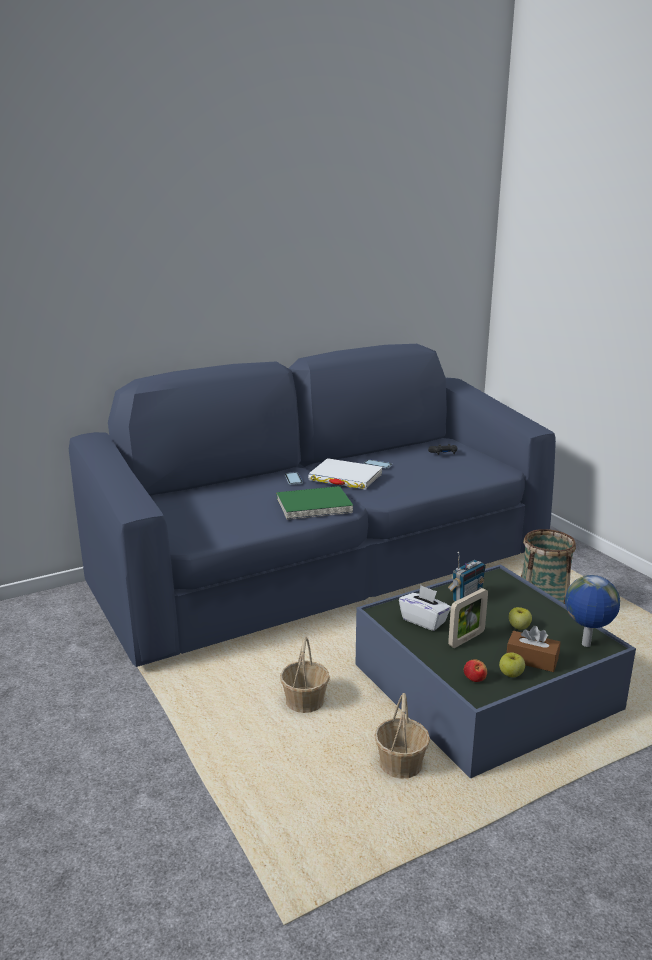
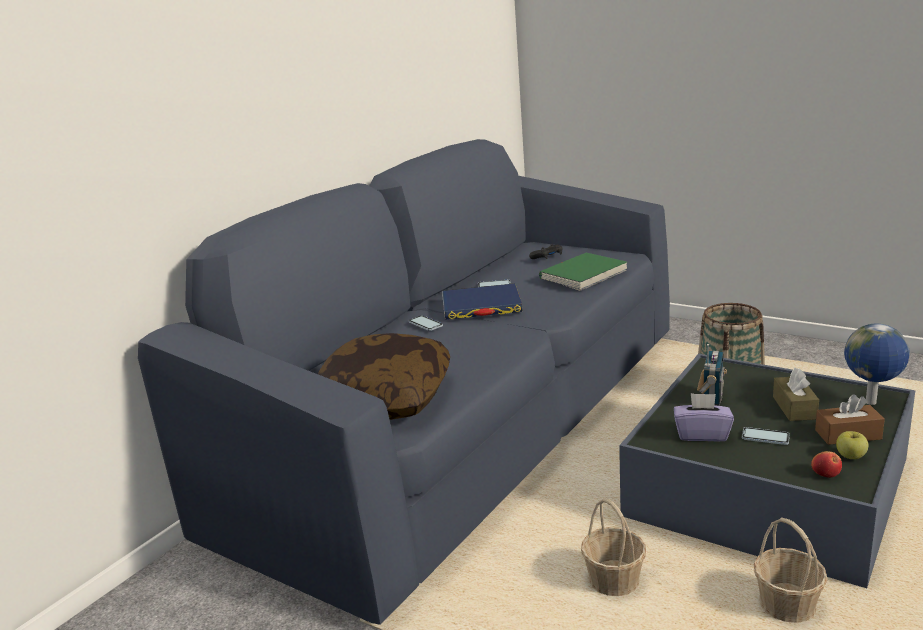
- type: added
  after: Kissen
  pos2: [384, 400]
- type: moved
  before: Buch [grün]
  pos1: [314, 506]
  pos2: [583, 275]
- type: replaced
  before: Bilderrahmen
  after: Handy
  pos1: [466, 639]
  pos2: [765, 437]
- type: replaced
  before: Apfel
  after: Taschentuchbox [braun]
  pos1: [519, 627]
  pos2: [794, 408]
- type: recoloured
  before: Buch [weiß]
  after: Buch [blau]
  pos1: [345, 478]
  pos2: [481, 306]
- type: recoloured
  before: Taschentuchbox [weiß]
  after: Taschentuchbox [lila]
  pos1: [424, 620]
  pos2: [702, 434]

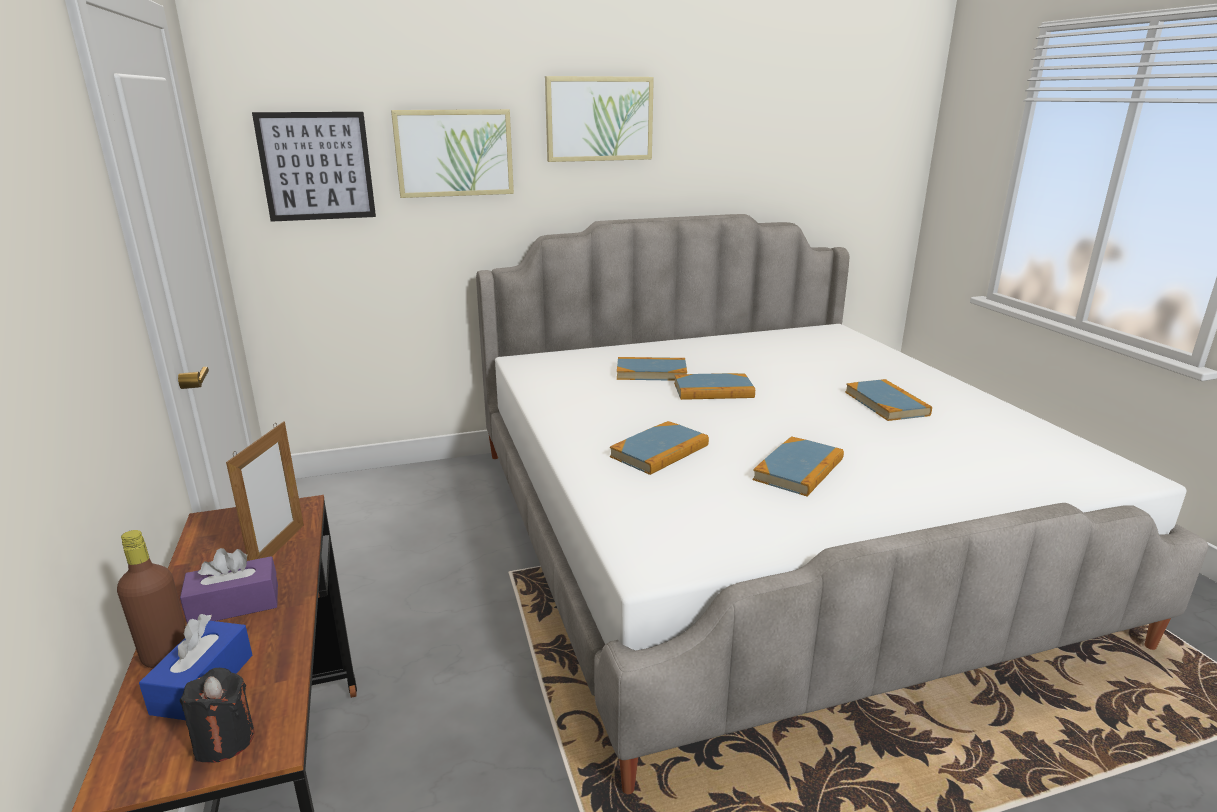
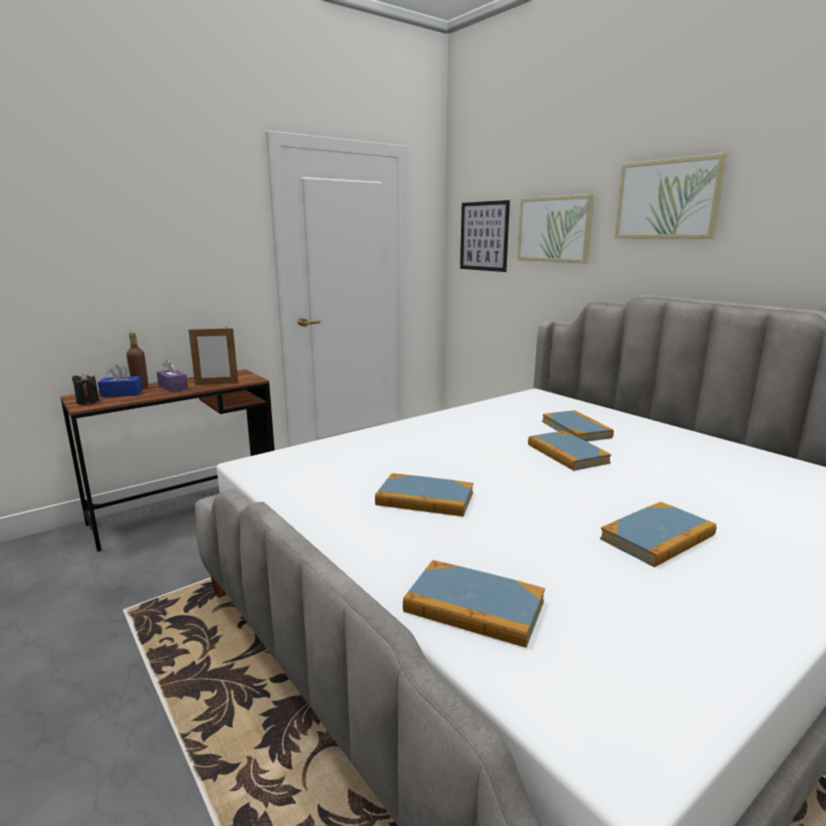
- type: moved
  before: Buch
  pos1: [659, 451]
  pos2: [474, 607]

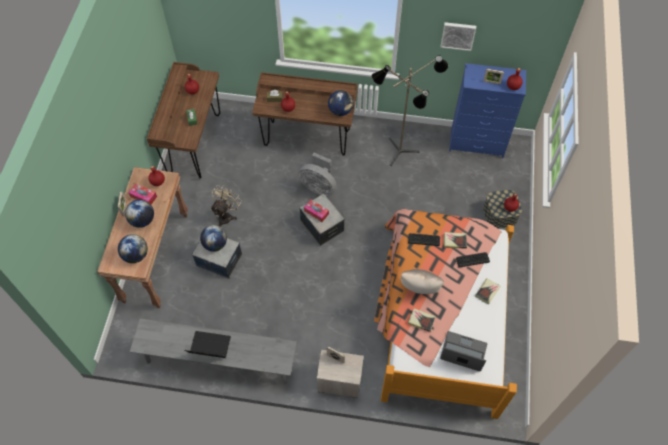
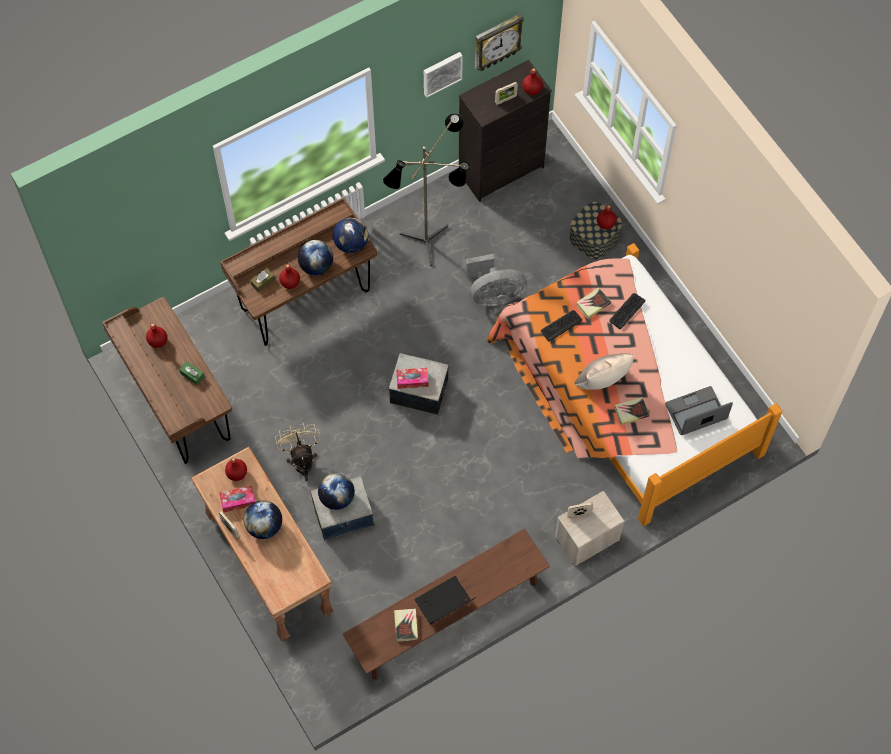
- type: added
  after: Wanduhr
  pos2: [497, 42]
- type: moved
  before: Globus
  pos1: [136, 255]
  pos2: [316, 266]
- type: moved
  before: Ventilator [grau]
  pos1: [318, 186]
  pos2: [494, 295]
- type: moved
  before: Buch
  pos1: [487, 292]
  pos2: [406, 625]
- type: recoloured
  before: Bank [grau]
  after: Bank [braun]
  pos1: [219, 360]
  pos2: [446, 616]
- type: recoloured
  before: Kommode [blau]
  after: Kommode [schwarz]
  pos1: [477, 144]
  pos2: [502, 170]

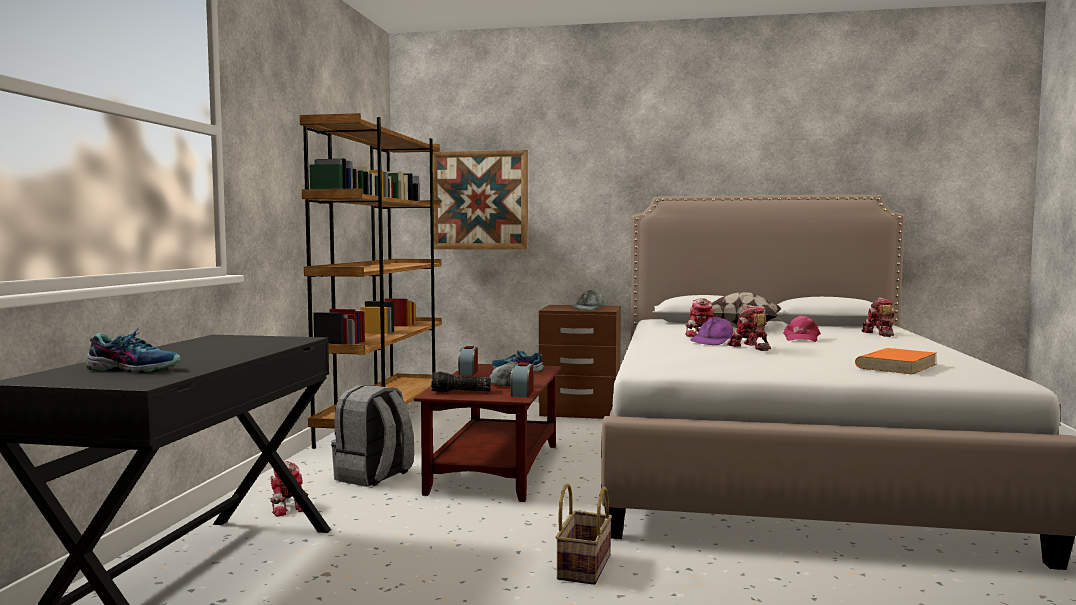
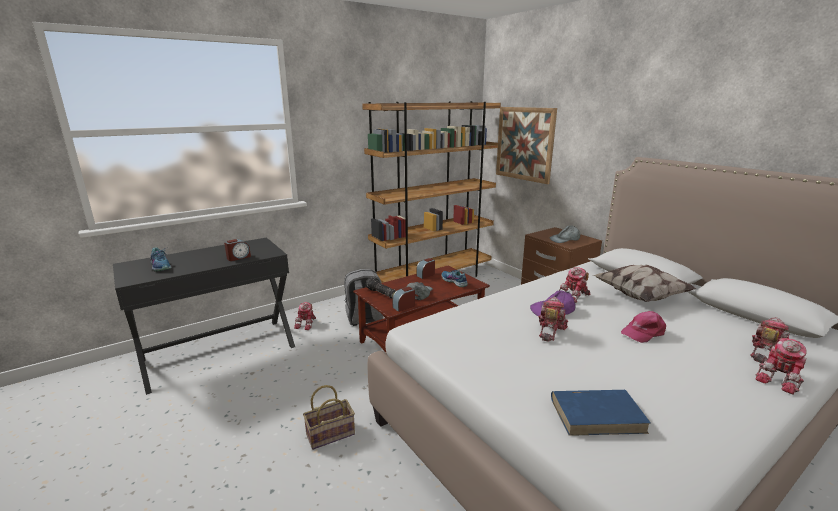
- type: added
  after: Wecker
  pos2: [238, 257]
- type: added
  after: Spielzeugroboter
  pos2: [781, 379]
- type: recoloured
  before: Buch [orange]
  after: Buch [blau]
  pos1: [896, 366]
  pos2: [597, 415]

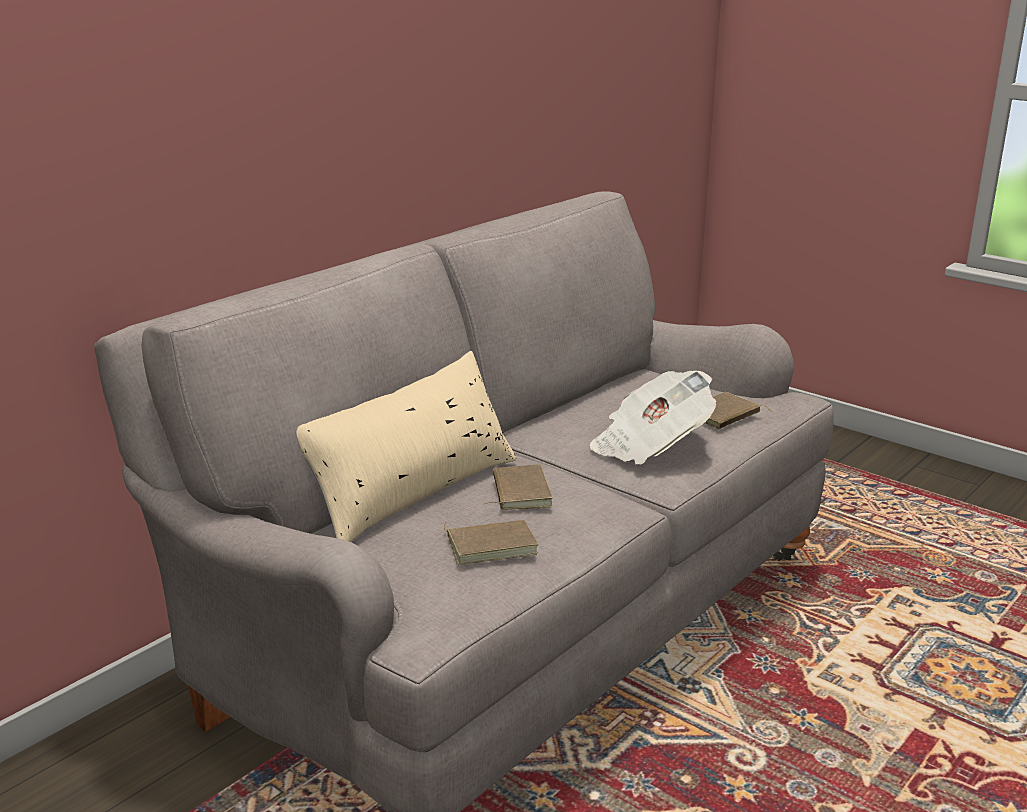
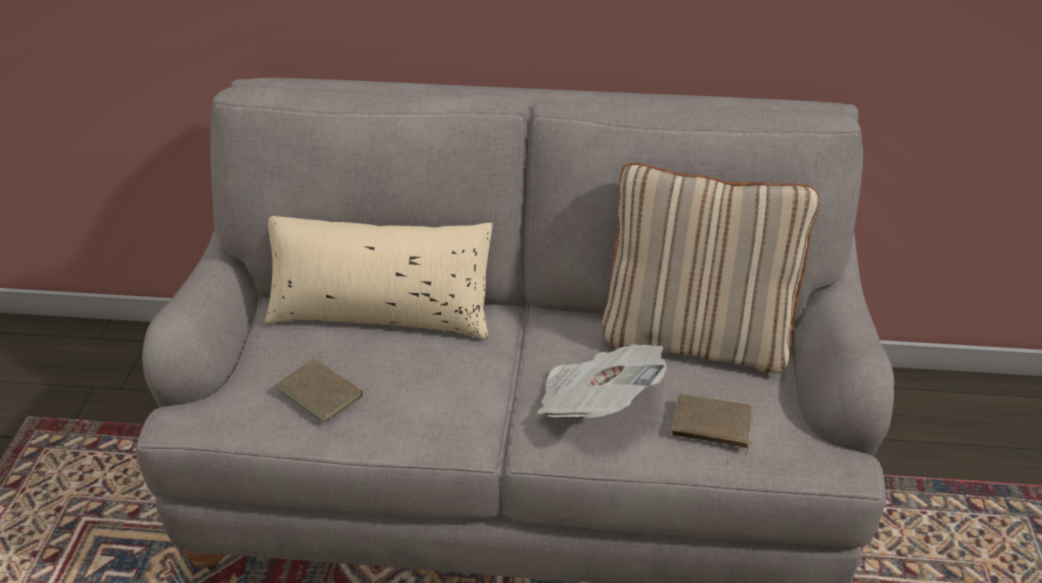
- type: removed
  before: Buch [braun]
  pos1: [518, 492]
- type: added
  after: Kissen [beige]
  pos2: [696, 338]

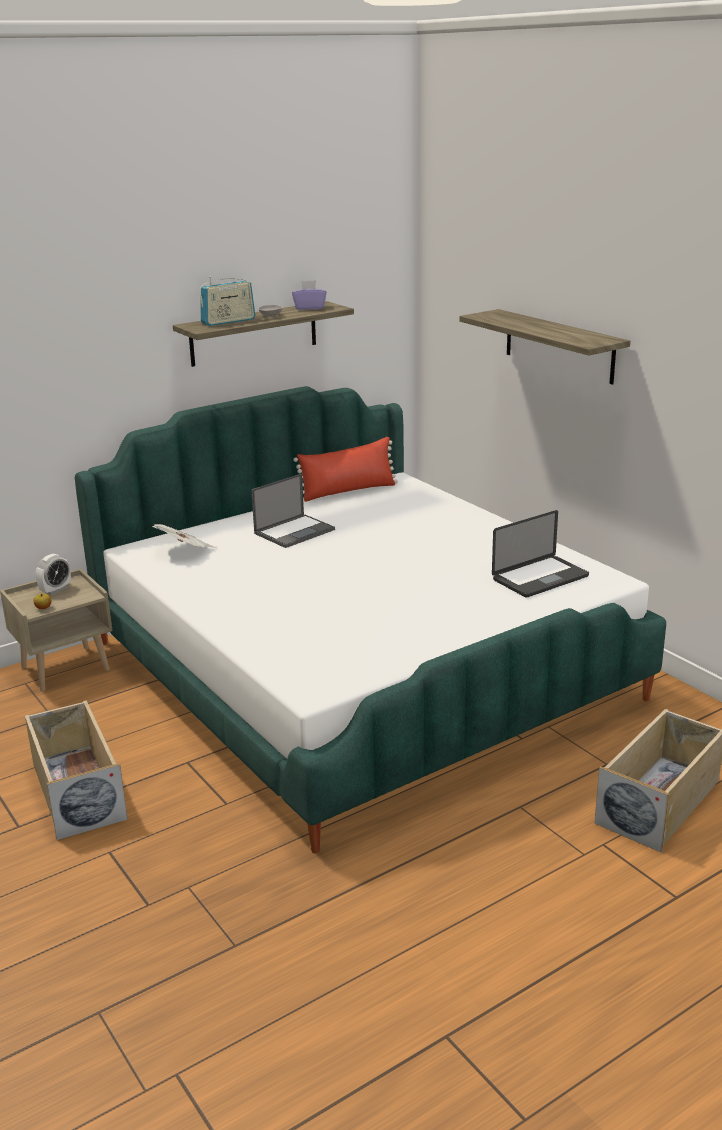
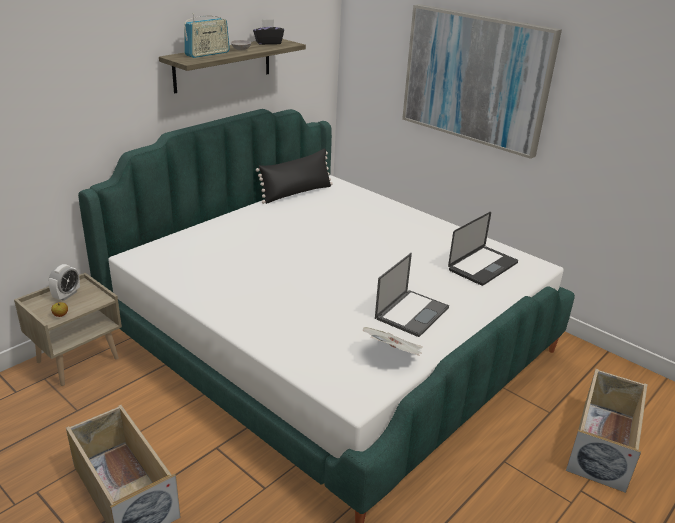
- type: moved
  before: Zeitung
  pos1: [186, 551]
  pos2: [394, 355]
- type: moved
  before: Laptop
  pos1: [295, 531]
  pos2: [412, 312]
- type: replaced
  before: Wandregal
  after: Bild
  pos1: [559, 346]
  pos2: [476, 78]
- type: recoloured
  before: Taschentuchbox [lila]
  after: Taschentuchbox [schwarz]
  pos1: [309, 307]
  pos2: [268, 43]
- type: recoloured
  before: Kissen [rot]
  after: Kissen [schwarz]
  pos1: [348, 491]
  pos2: [296, 193]

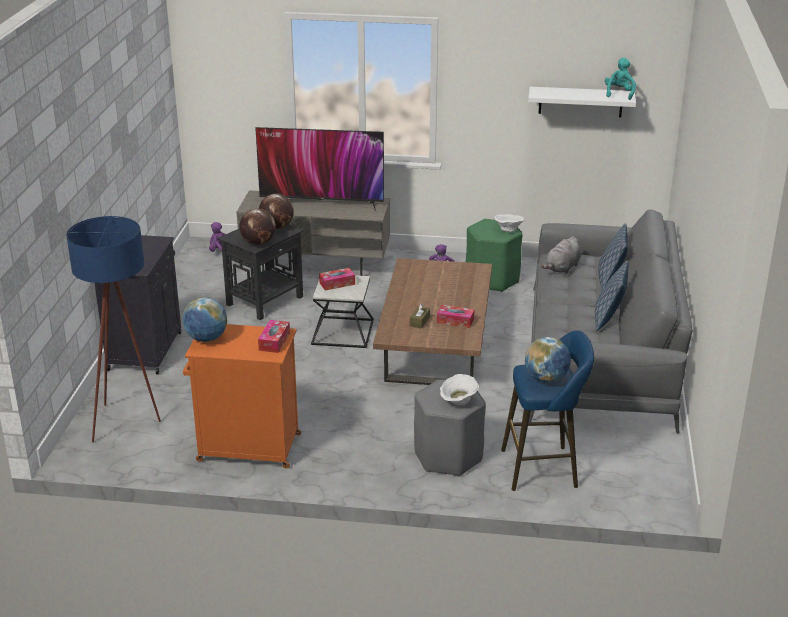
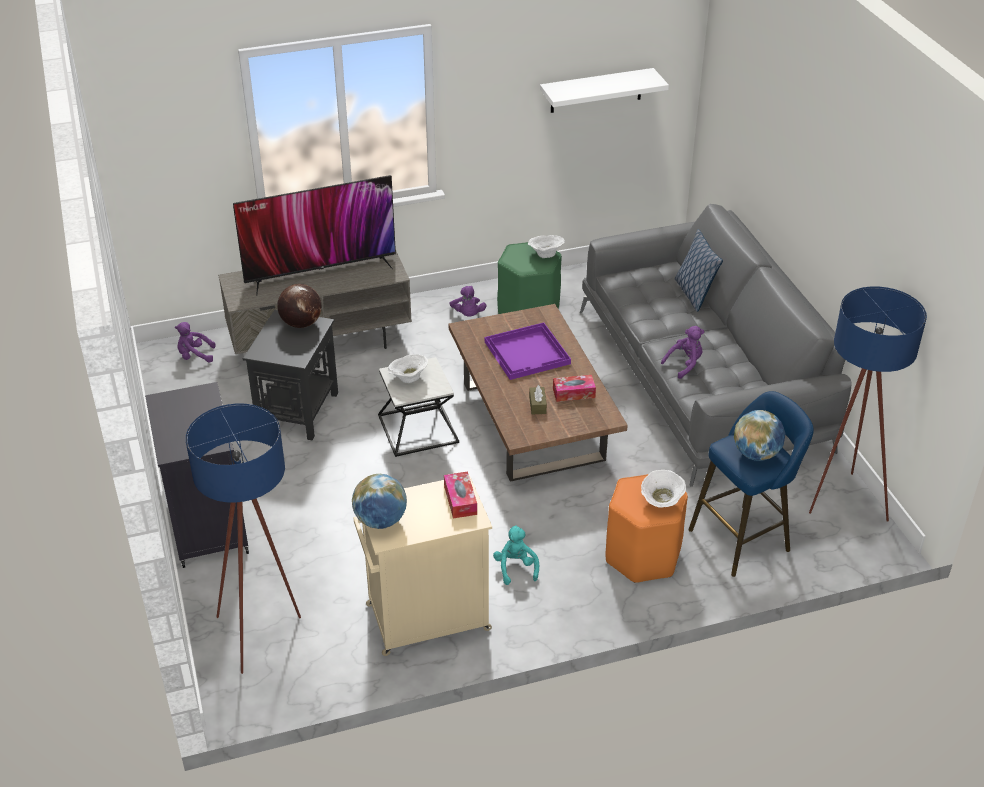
- type: removed
  before: Globus
  pos1: [258, 243]
- type: removed
  before: Plüschtier [grau]
  pos1: [562, 268]
- type: removed
  before: Kissen
  pos1: [608, 318]
- type: added
  after: Tablett [lila]
  pos2: [528, 353]
- type: added
  after: Plüschtier [lila]
  pos2: [684, 364]
- type: added
  after: Stehlampe [blau]
  pos2: [840, 504]
- type: moved
  before: Plüschtier [türkis]
  pos1: [619, 94]
  pos2: [515, 568]
- type: replaced
  before: Taschentuchbox
  after: Schüssel [weiß]
  pos1: [337, 283]
  pos2: [408, 378]
- type: recoloured
  before: Schrank [orange]
  after: Schrank [beige]
  pos1: [247, 447]
  pos2: [425, 618]
- type: recoloured
  before: Hocker [grau]
  after: Hocker [orange]
  pos1: [448, 457]
  pos2: [642, 557]

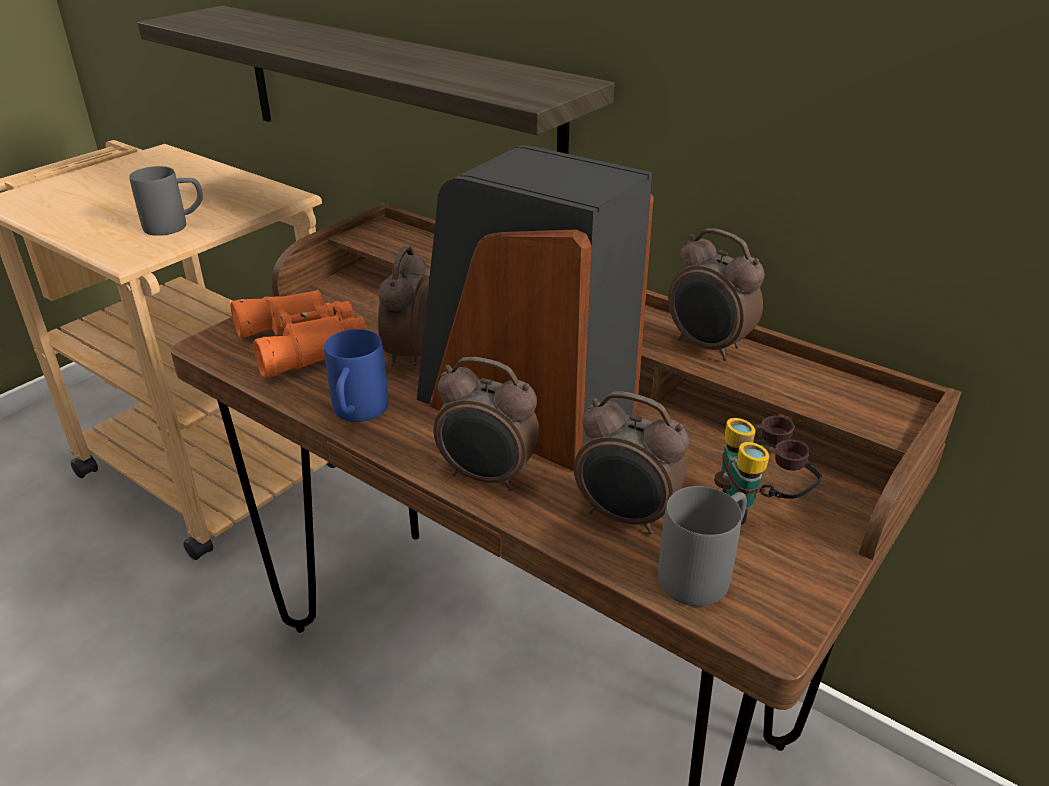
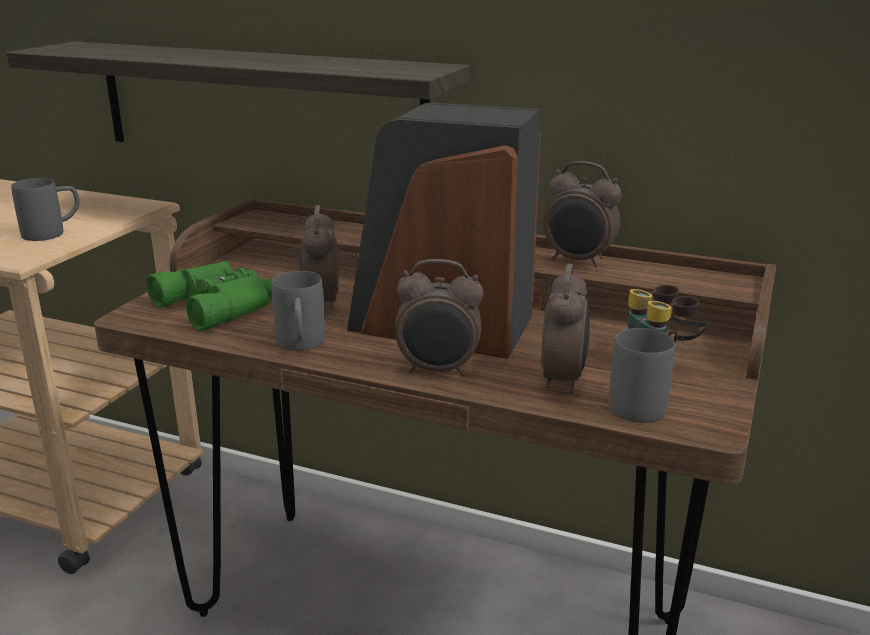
- type: recoloured
  before: Fernglas [orange]
  after: Fernglas [grün]
  pos1: [305, 341]
  pos2: [222, 305]
- type: recoloured
  before: Henkelbecher [blau]
  after: Henkelbecher [grau]
  pos1: [357, 414]
  pos2: [301, 346]
- type: turned
  before: Wecker
  pos1: [625, 517]
  pos2: [563, 380]
  turn: -90

